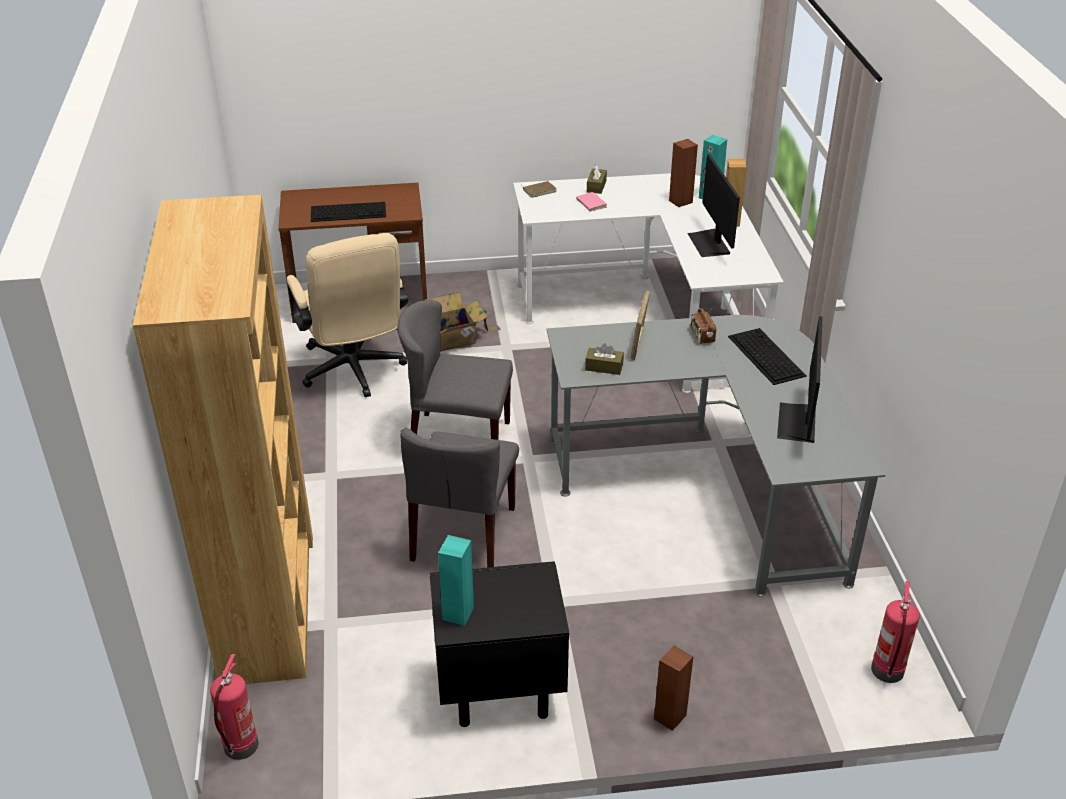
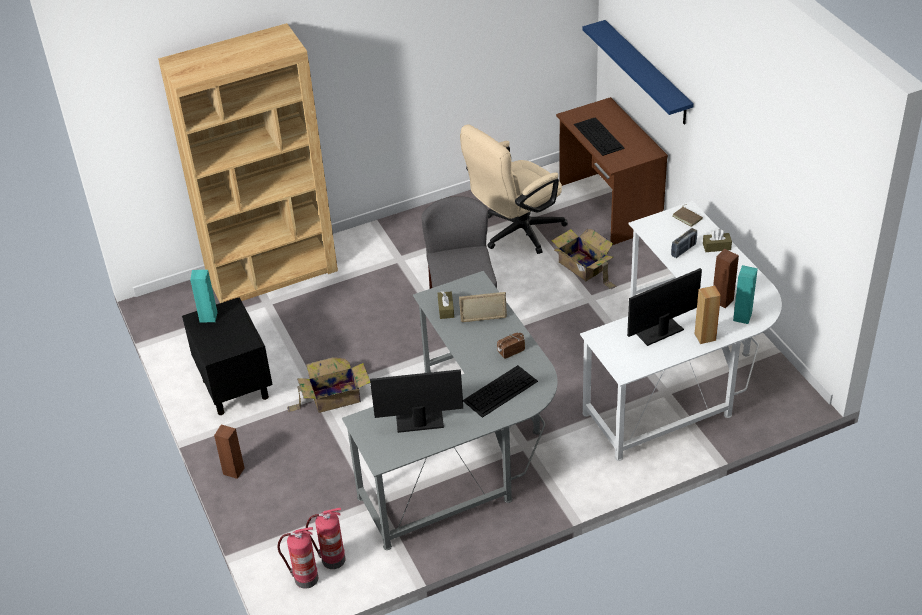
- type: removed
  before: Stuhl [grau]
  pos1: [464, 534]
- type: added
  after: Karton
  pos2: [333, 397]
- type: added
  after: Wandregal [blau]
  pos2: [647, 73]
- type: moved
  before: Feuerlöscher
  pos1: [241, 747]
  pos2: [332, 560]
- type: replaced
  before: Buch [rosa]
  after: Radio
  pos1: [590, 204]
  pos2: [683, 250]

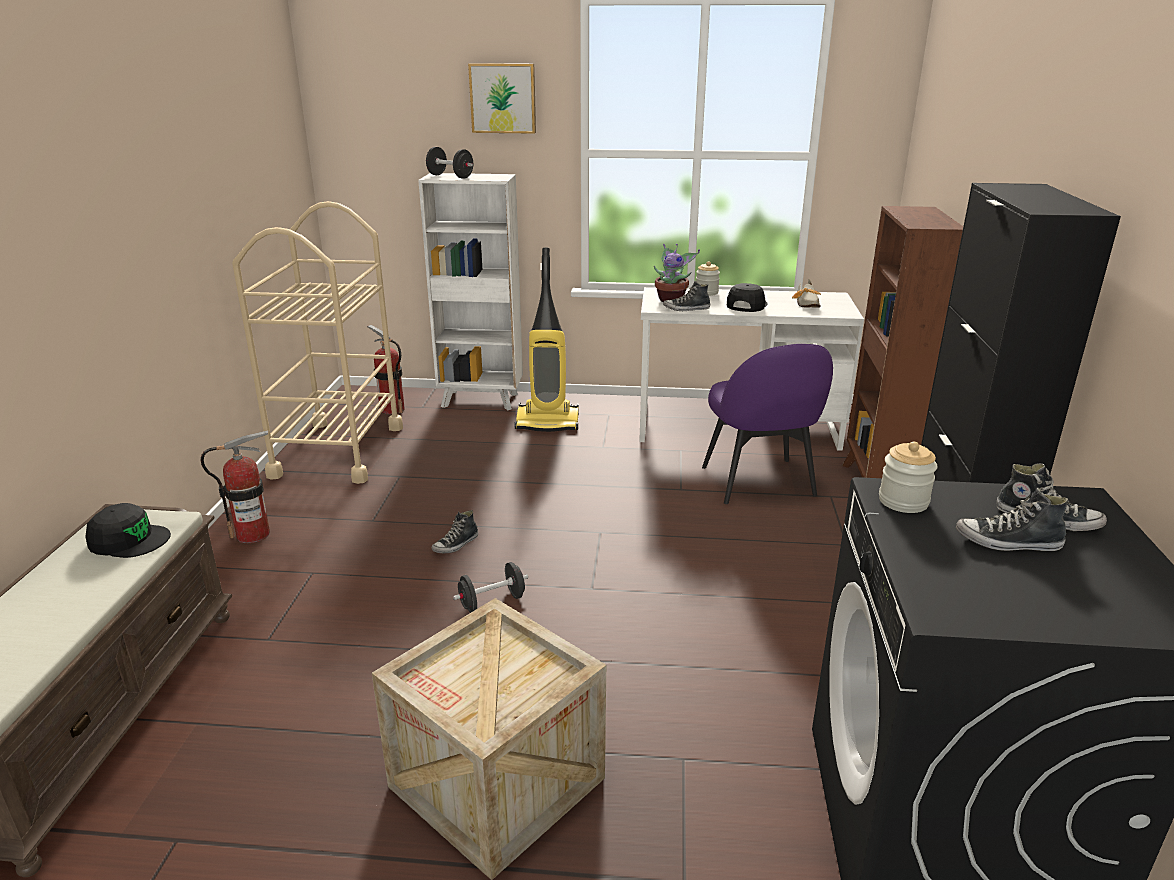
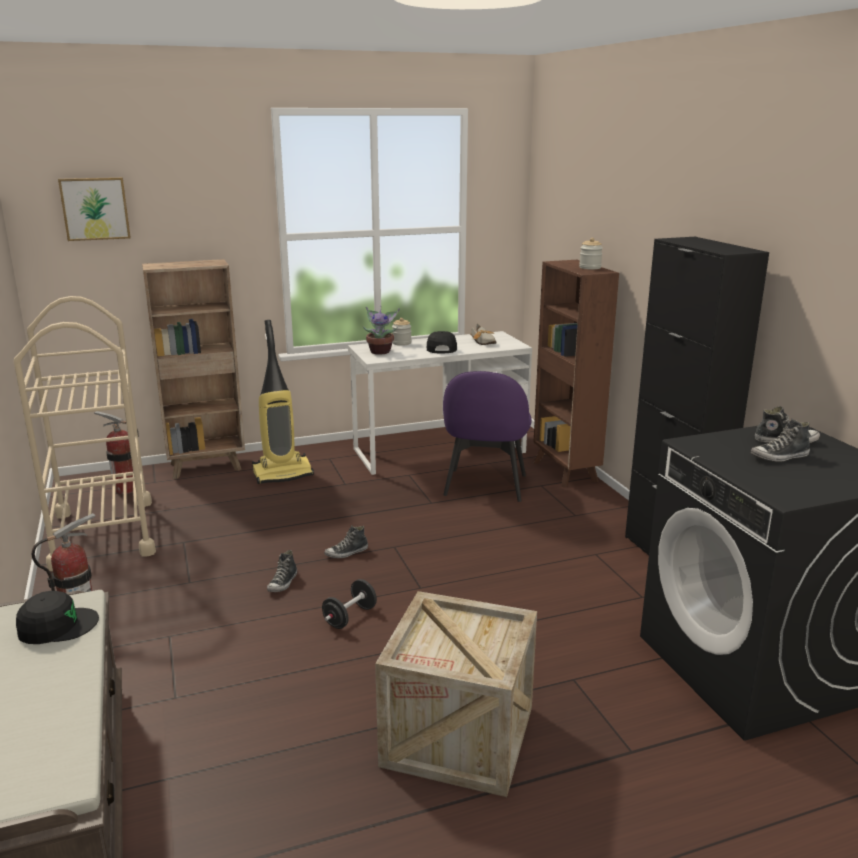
- type: removed
  before: Hantel [schwarz]
  pos1: [450, 176]
- type: moved
  before: Bild
  pos1: [503, 98]
  pos2: [95, 208]
- type: moved
  before: Schuh
  pos1: [686, 309]
  pos2: [346, 553]
- type: moved
  before: Vorratsglas
  pos1: [903, 501]
  pos2: [590, 267]
- type: recoloured
  before: Bücherregal [weiß]
  after: Bücherregal [braun]
  pos1: [481, 400]
  pos2: [207, 467]
- type: turned
  before: Stuhl [lila]
  pos1: [758, 483]
  pos2: [485, 486]
  turn: 45

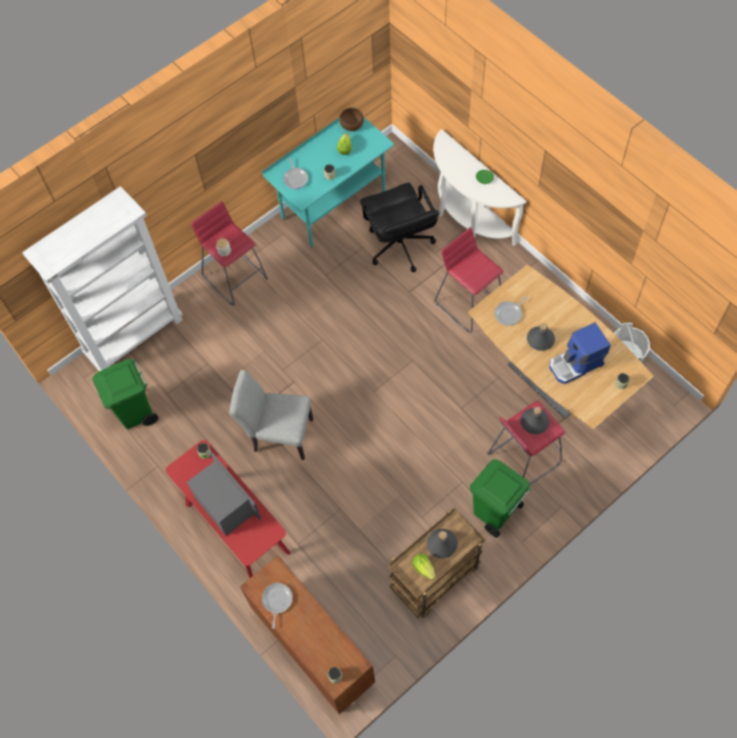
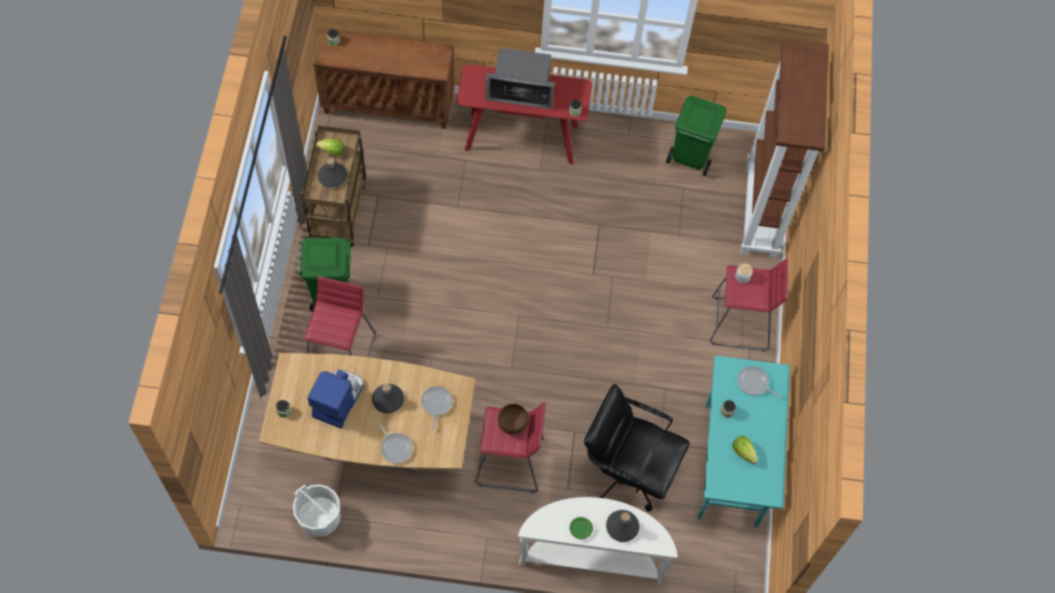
- type: removed
  before: Stuhl [grau]
  pos1: [278, 434]
- type: moved
  before: Pfanne
  pos1: [277, 601]
  pos2: [395, 447]
- type: moved
  before: Schüssel [braun]
  pos1: [351, 125]
  pos2: [513, 423]
- type: moved
  before: Flasche [grau]
  pos1: [534, 422]
  pos2: [622, 527]
- type: recoloured
  before: Bücherregal [weiß]
  after: Bücherregal [braun]
  pos1: [135, 336]
  pos2: [761, 211]

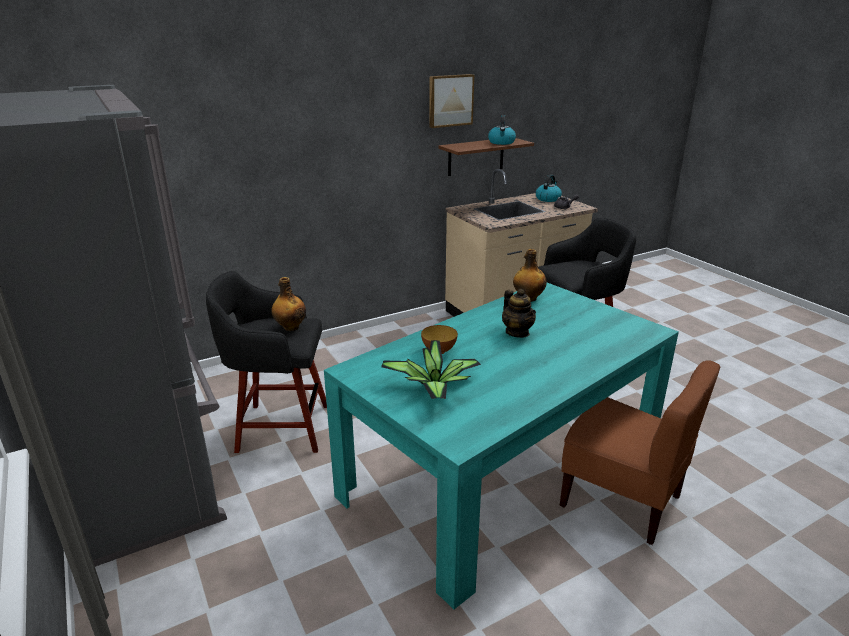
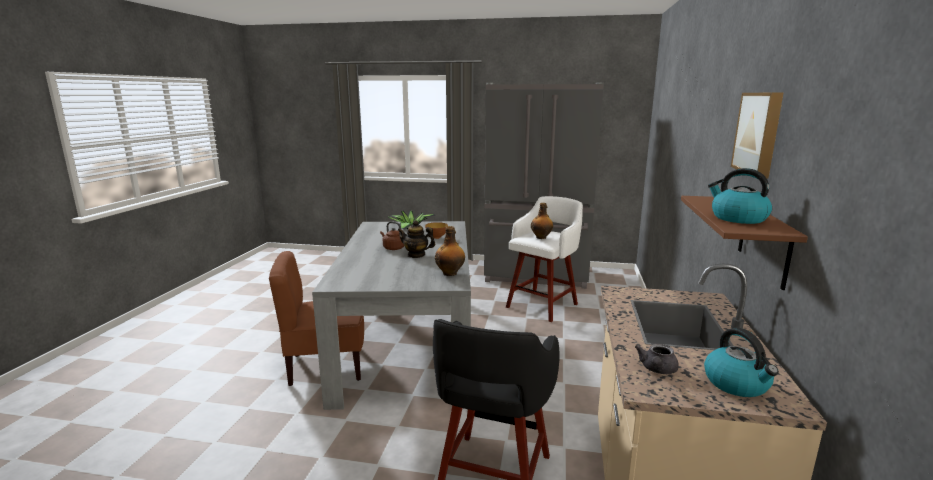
- type: added
  after: Wasserkessel [braun]
  pos2: [393, 248]
- type: recoloured
  before: Hocker [schwarz]
  after: Hocker [weiß]
  pos1: [280, 427]
  pos2: [543, 305]
- type: recoloured
  before: Esstisch [türkis]
  after: Esstisch [grau]
  pos1: [502, 472]
  pos2: [408, 345]

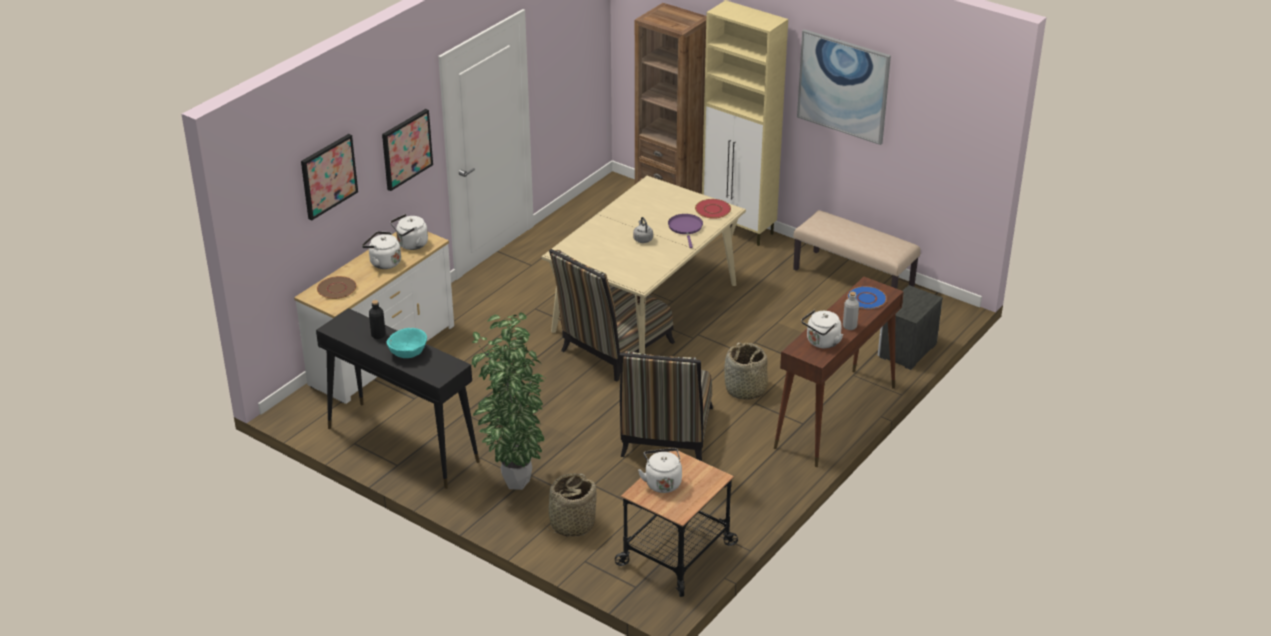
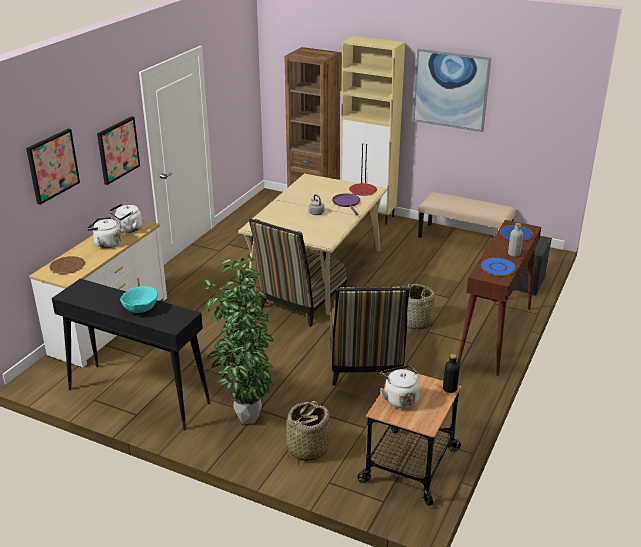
- type: moved
  before: Flasche [schwarz]
  pos1: [378, 335]
  pos2: [449, 389]
- type: replaced
  before: Wasserkessel [weiß]
  after: Teller [blau]
  pos1: [821, 342]
  pos2: [498, 267]

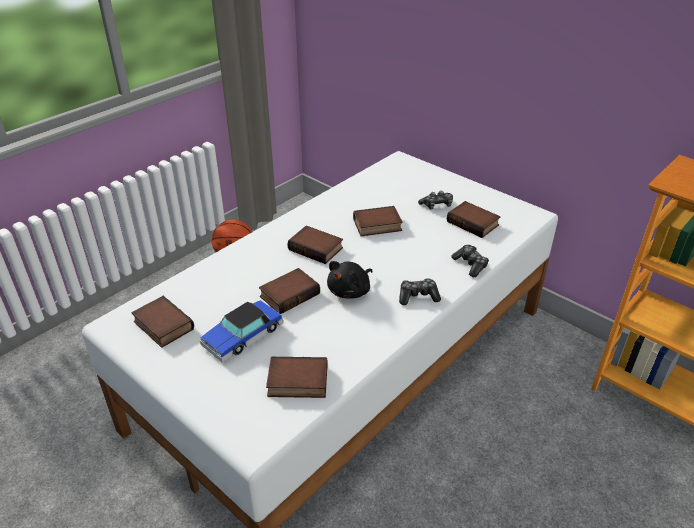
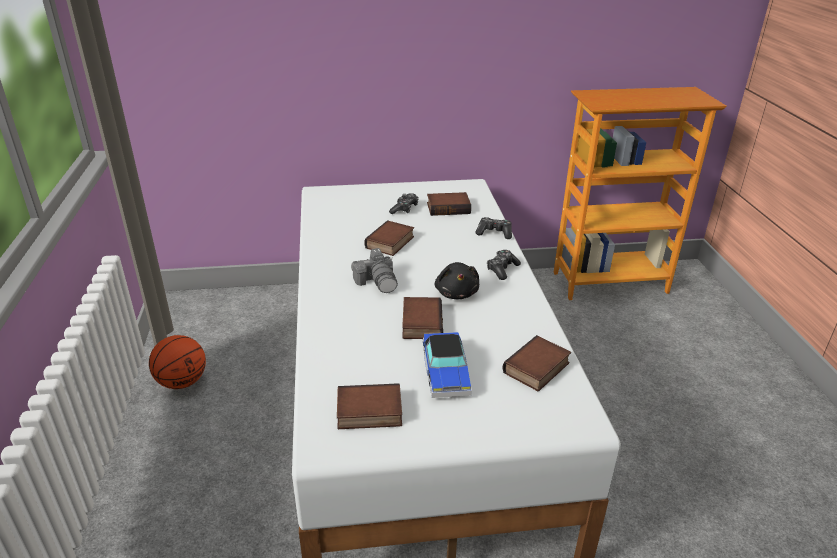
- type: replaced
  before: Buch
  after: Kamera
  pos1: [317, 248]
  pos2: [377, 281]

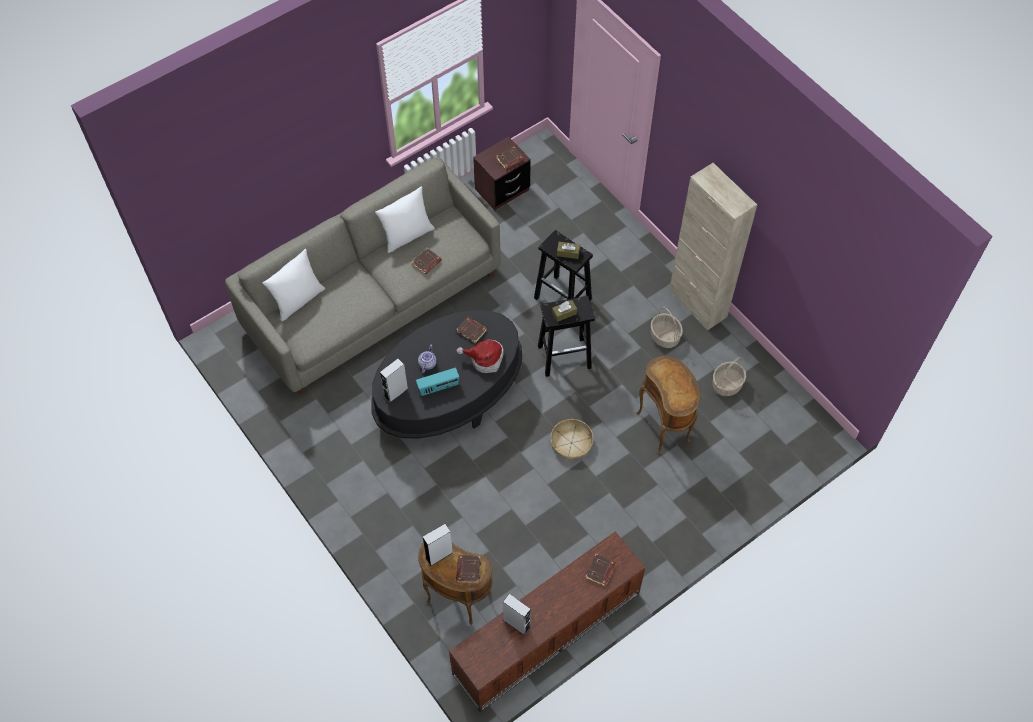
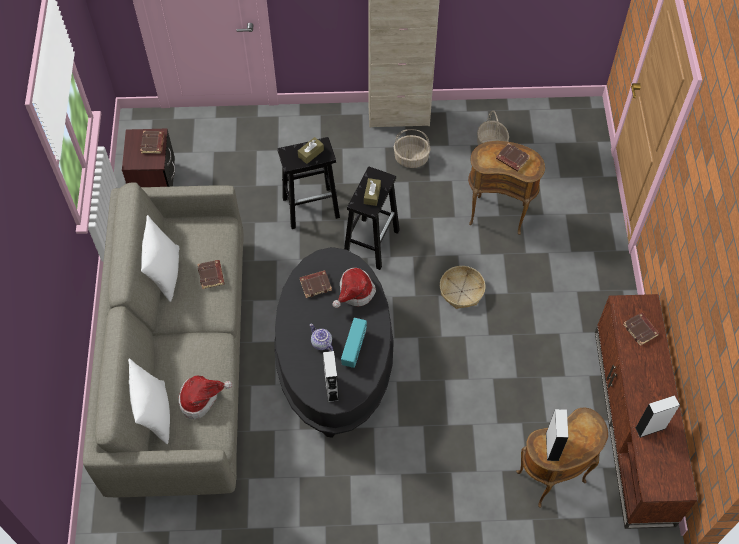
- type: added
  after: Hut
  pos2: [201, 399]
- type: moved
  before: Buch [braun]
  pos1: [467, 569]
  pos2: [512, 159]

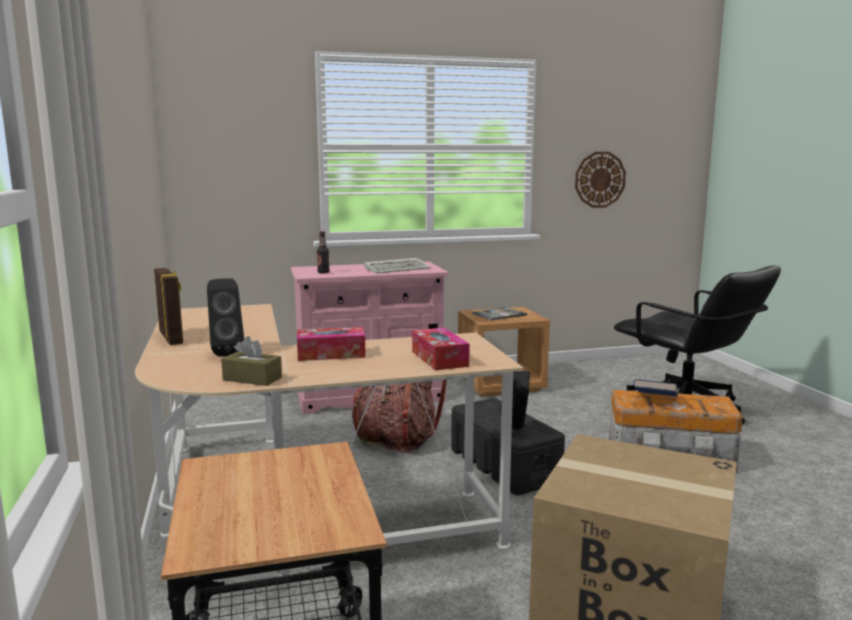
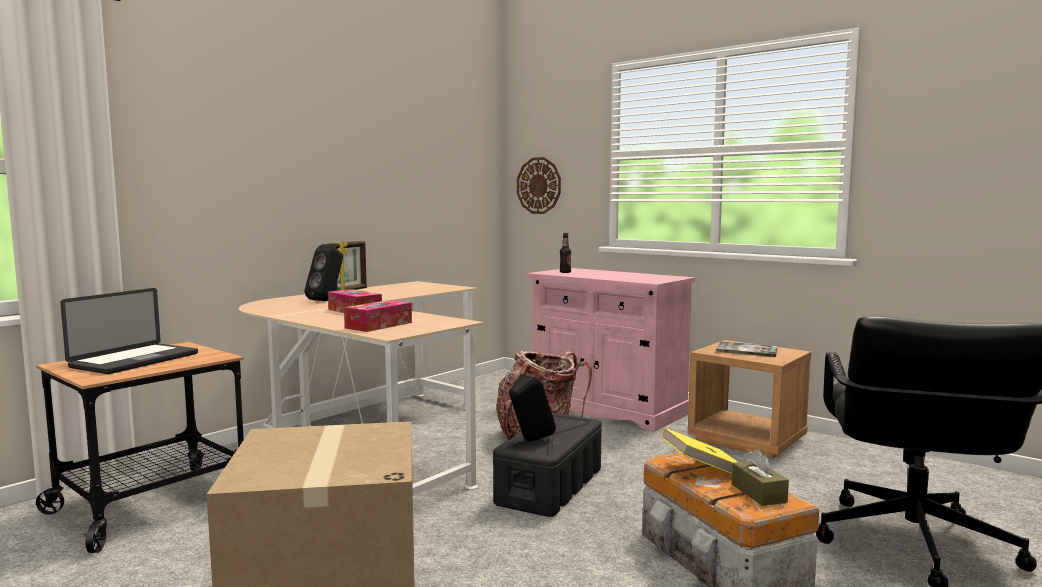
- type: removed
  before: Tastatur
  pos1: [398, 269]
- type: added
  after: Laptop
  pos2: [135, 360]
- type: moved
  before: Taschentuchbox [braun]
  pos1: [252, 379]
  pos2: [758, 493]
- type: moved
  before: Wanduhr
  pos1: [599, 179]
  pos2: [539, 185]
- type: recoloured
  before: Buch [blau]
  after: Buch [gelb]
  pos1: [655, 400]
  pos2: [701, 470]

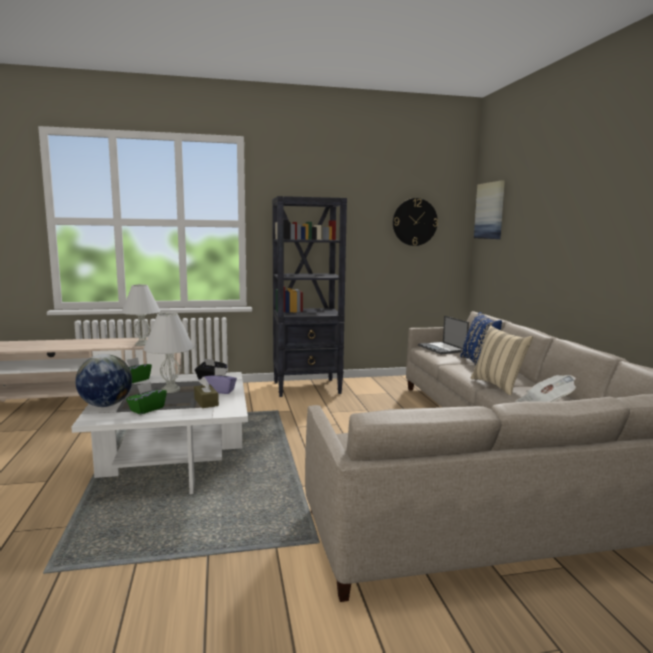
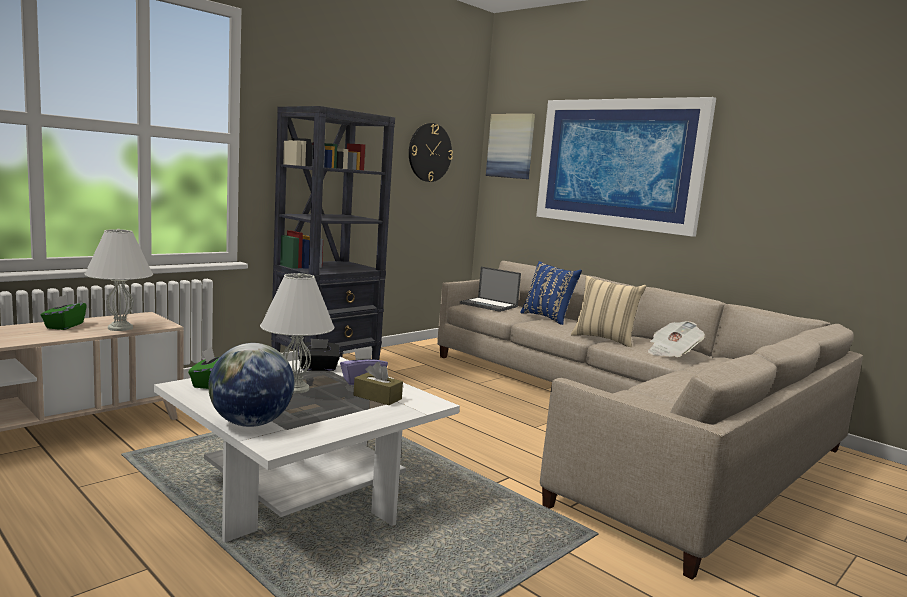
- type: added
  after: Bild
  pos2: [618, 163]
- type: moved
  before: Taschentuchbox [grün]
  pos1: [147, 409]
  pos2: [64, 326]

